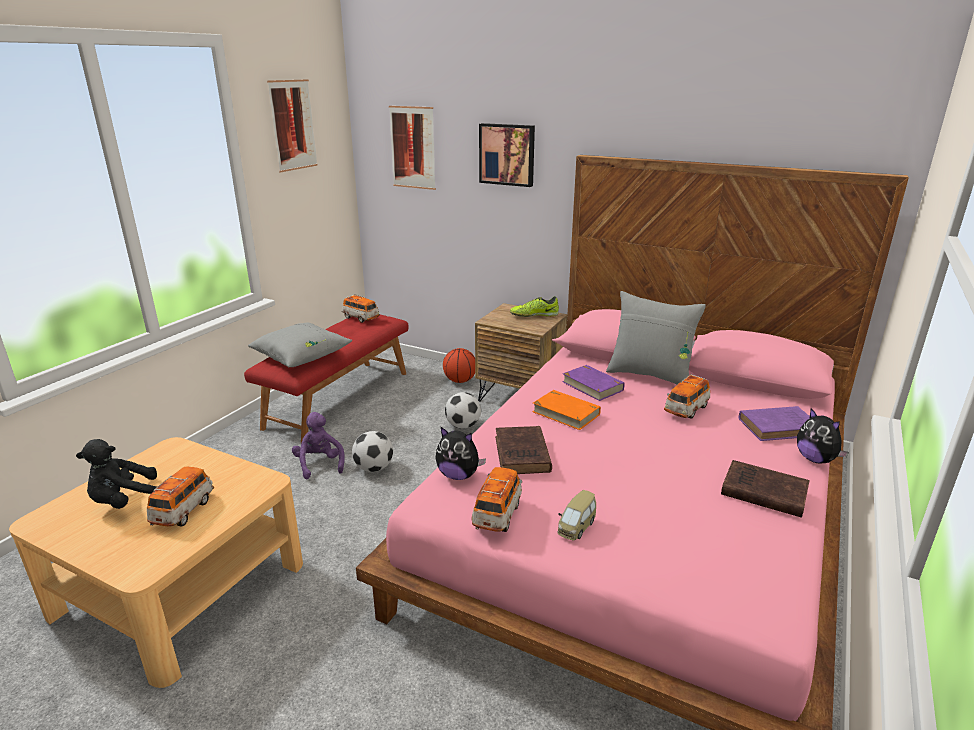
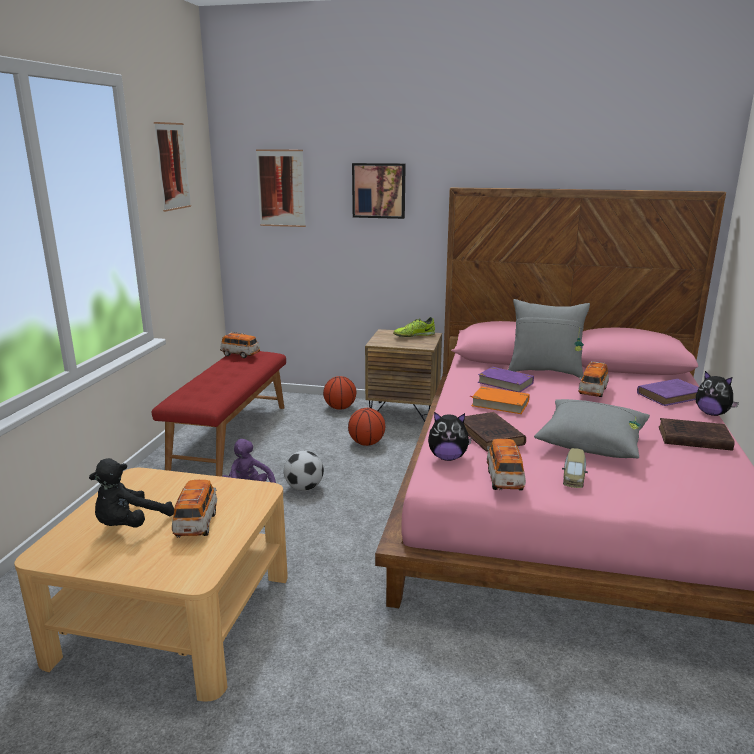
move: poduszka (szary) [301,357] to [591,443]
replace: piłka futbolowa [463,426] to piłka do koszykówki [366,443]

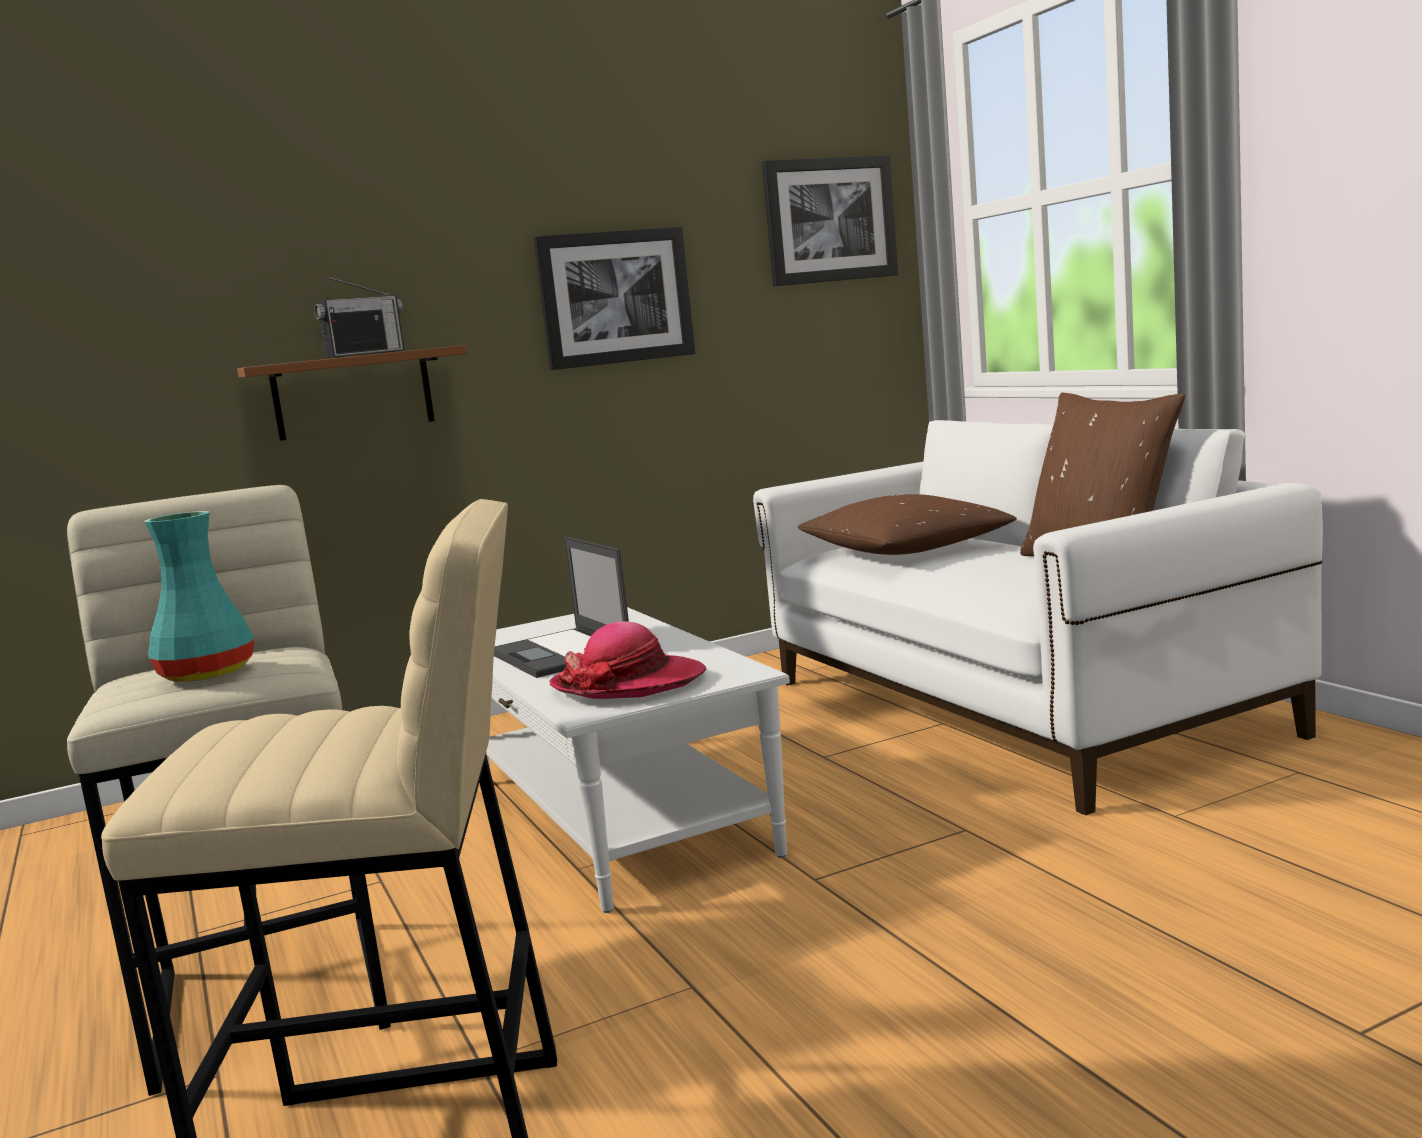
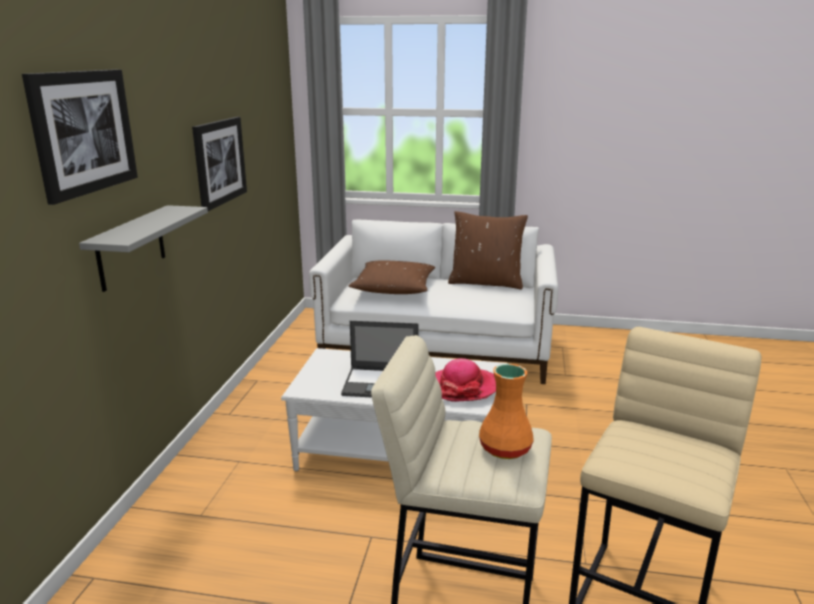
delete: radio [365,354]
move: obraz [830,220] to [83,132]
recolor: wazon (turkusowy) [209,673] to wazon (pomarańczowy) [505,448]; półka (brązowy) [353,394] to półka (szary) [131,247]

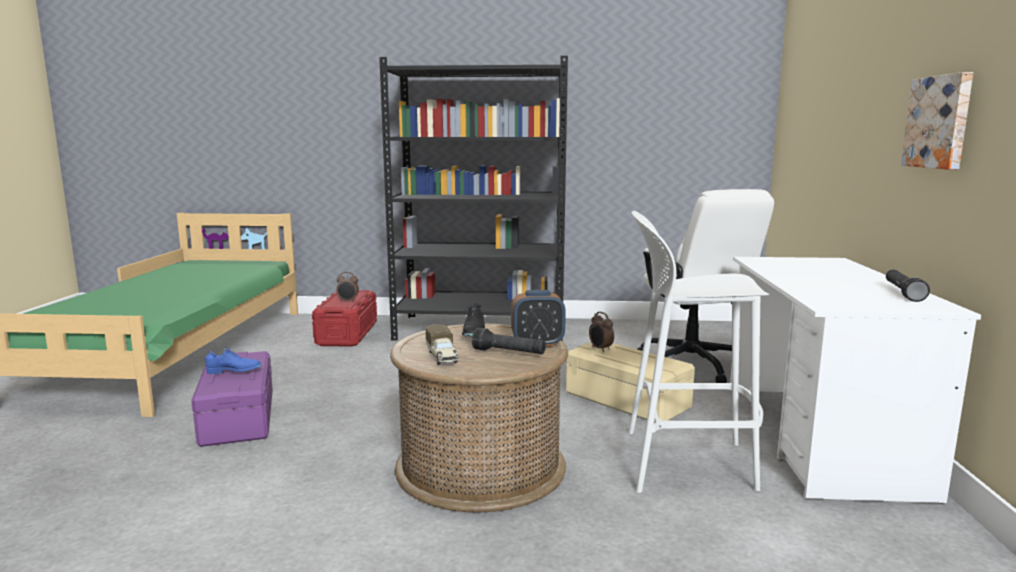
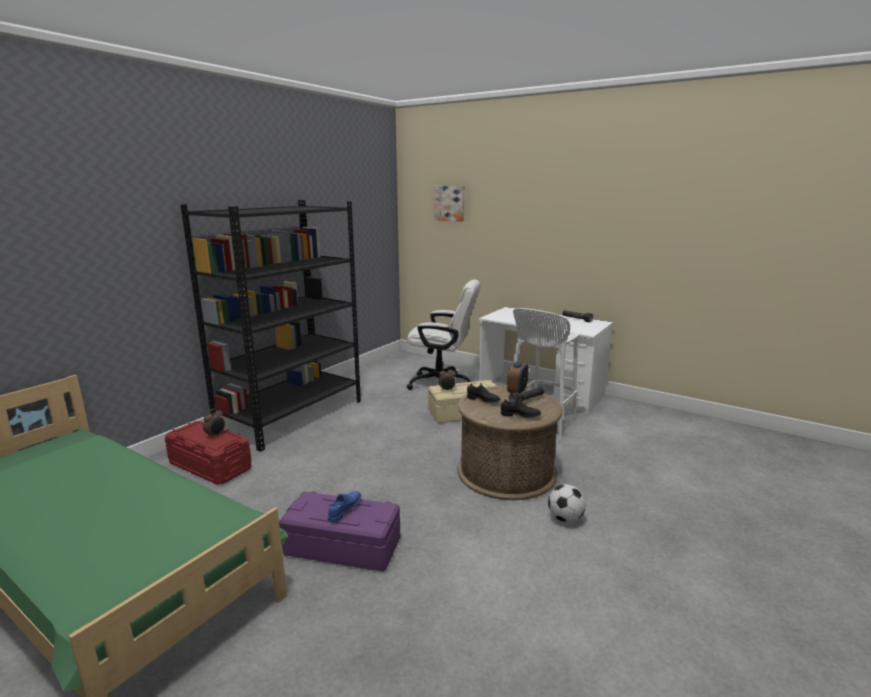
insert: piłka futbolowa [565,518]
move: obraz [940,122] to [450,203]
replace: ciężarówka zabawkowa [442,357] to but (czarny) [520,415]

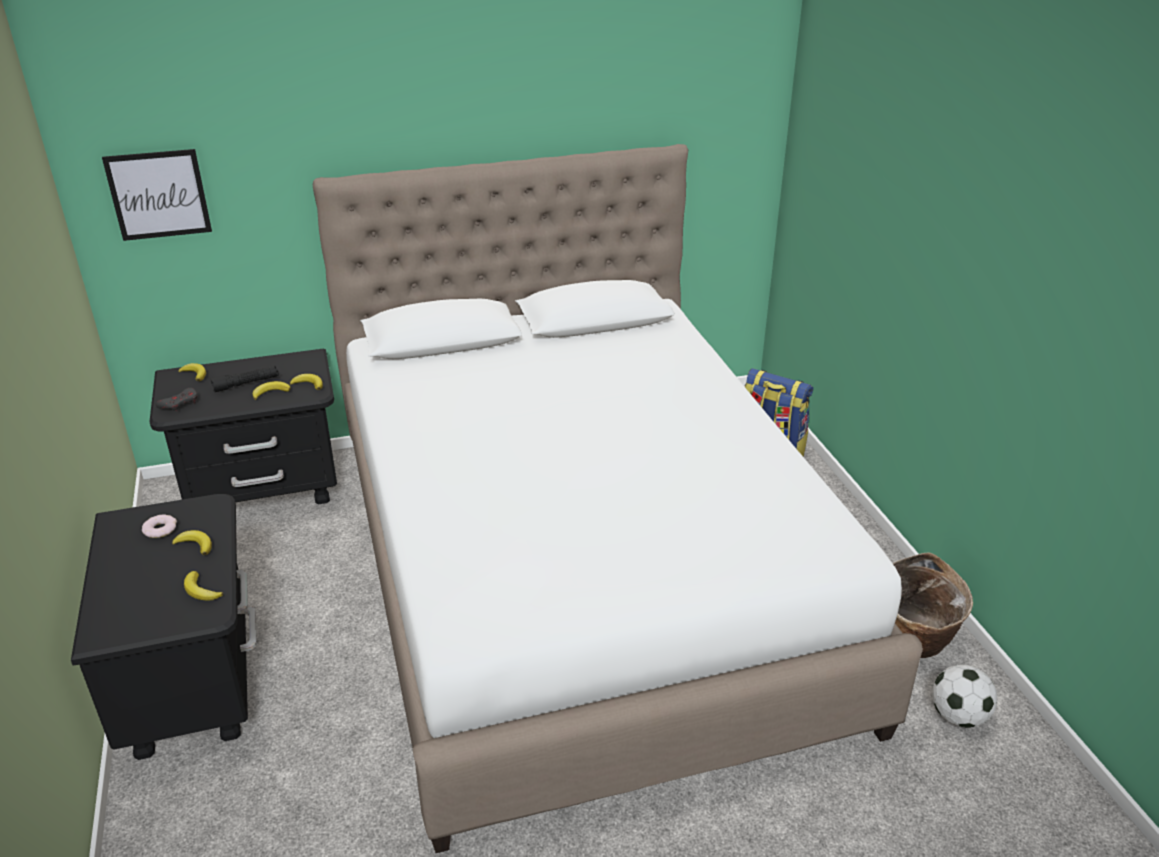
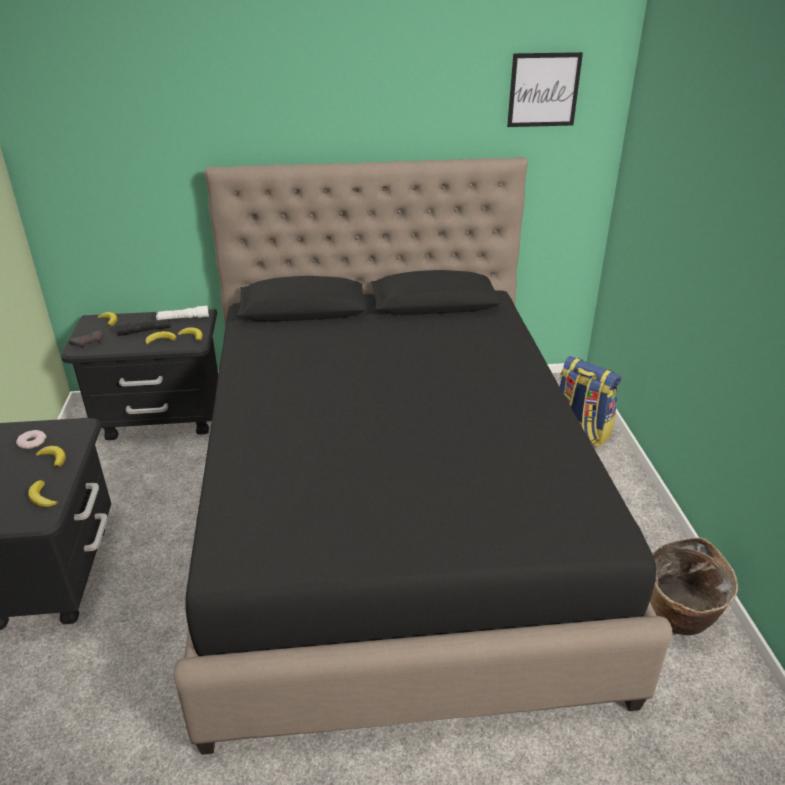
delete: piłka futbolowa [958,716]
insert: latarka (biały) [183,318]
move: obraz [158,194] to [543,90]
recolor: łóżko (biały) [579,570] to łóżko (czarny) [392,514]

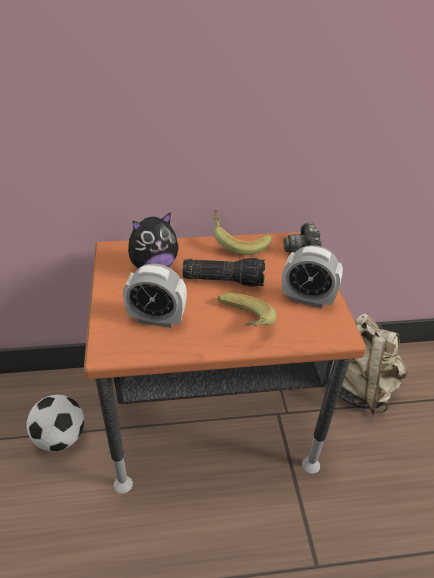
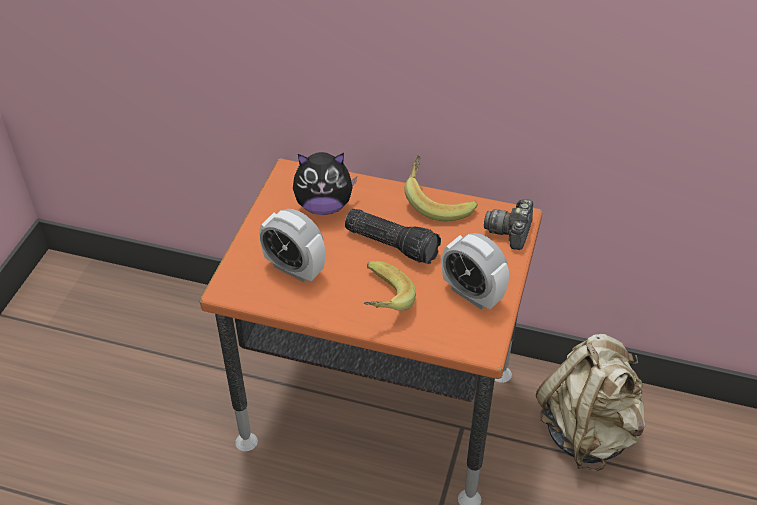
delete: piłka futbolowa [60,438]

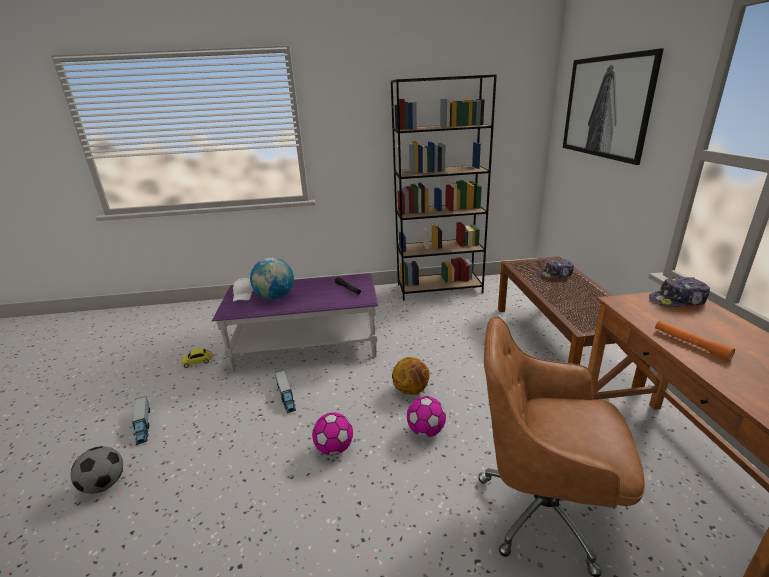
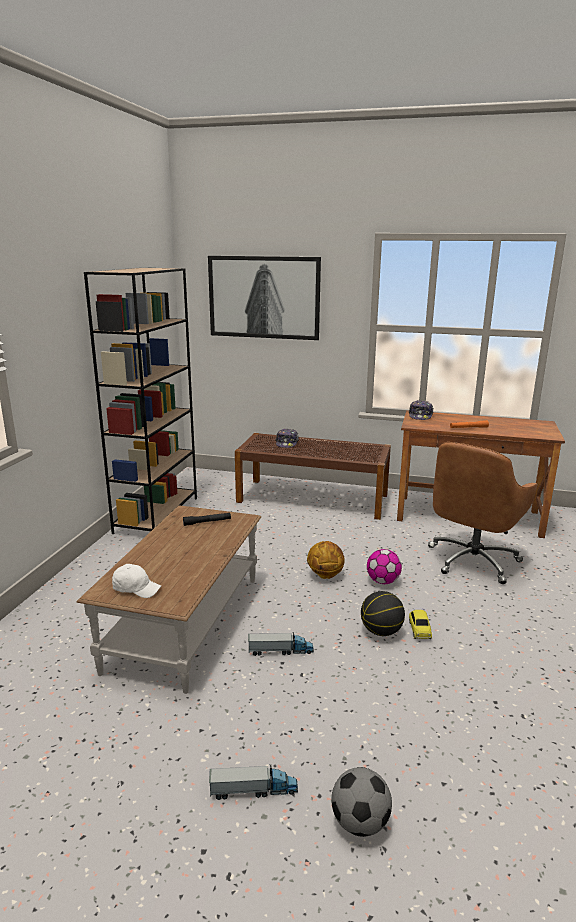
delete: globus [275,297]
move: samochodzik [198,362] to [419,629]
replace: piłka futbolowa [334,448] to piłka do koszykówki [381,631]
recolor: ława (fioletowy) [306,346] to ława (brązowy) [185,622]

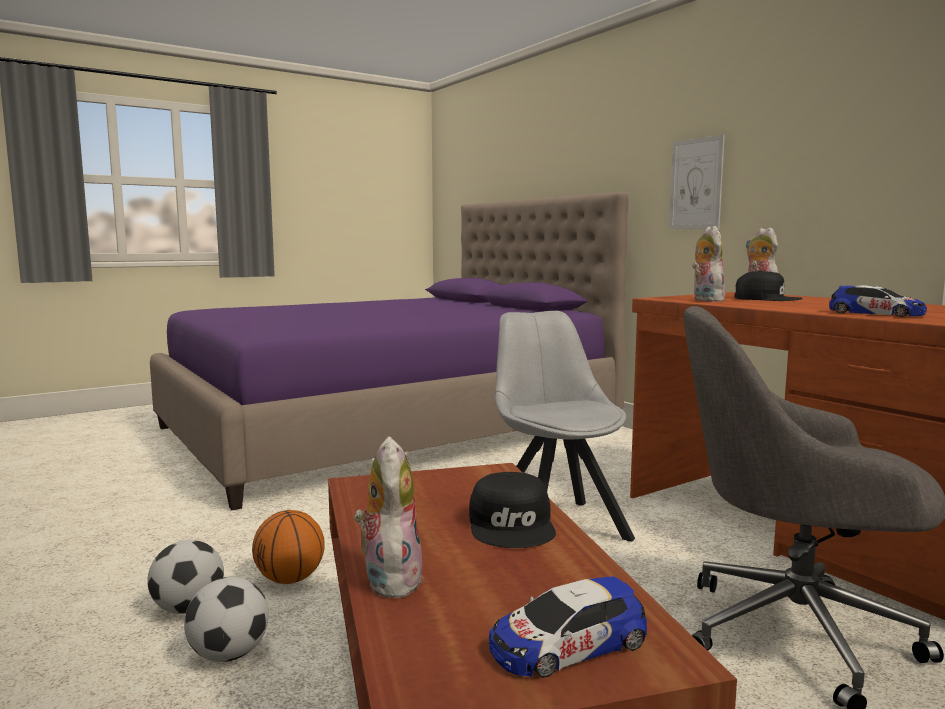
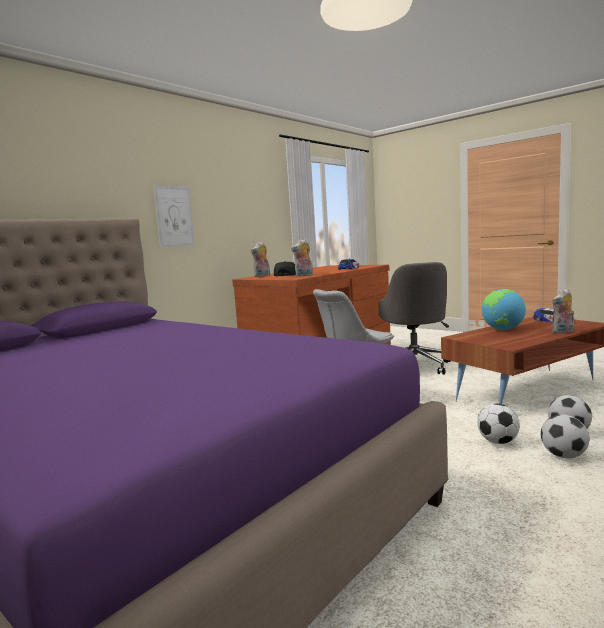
replace: piłka do koszykówki [290,579] to piłka futbolowa [498,442]; czapka z daszkiem (czarny) [513,525] to globus [502,329]

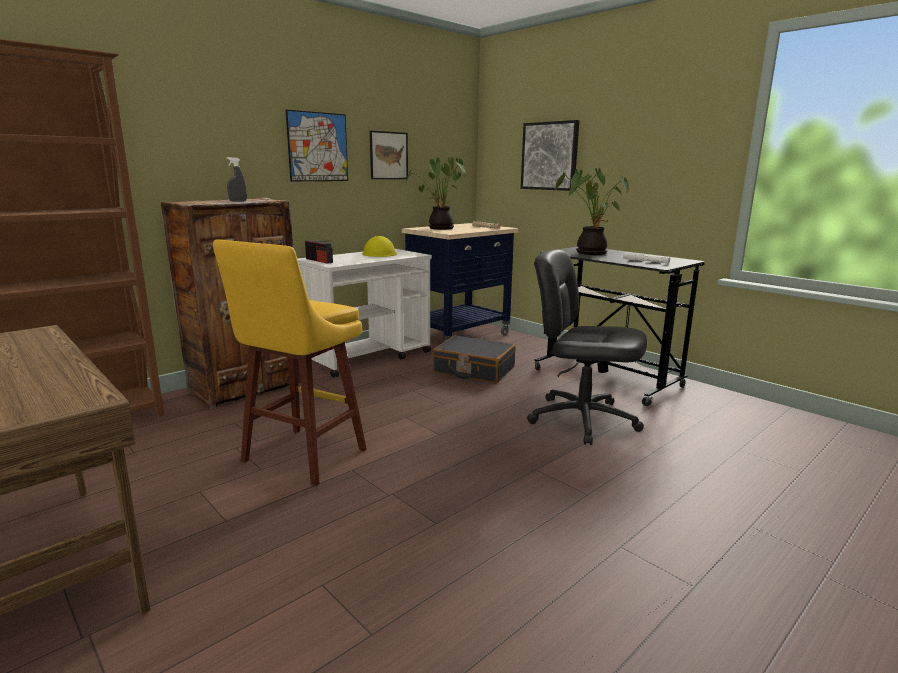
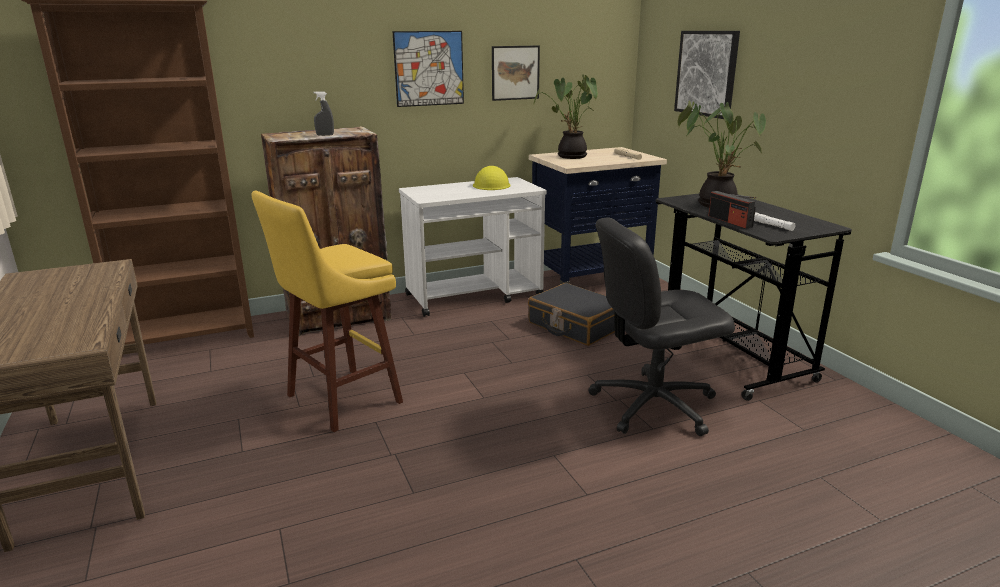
move: radio [319,260] to [730,221]
rotate: krzesło biurowe (czarny) [582,419] = [653,405] 60 degrees counterclockwise

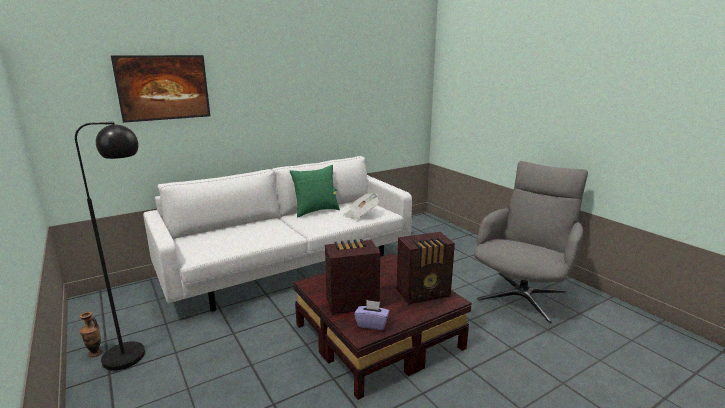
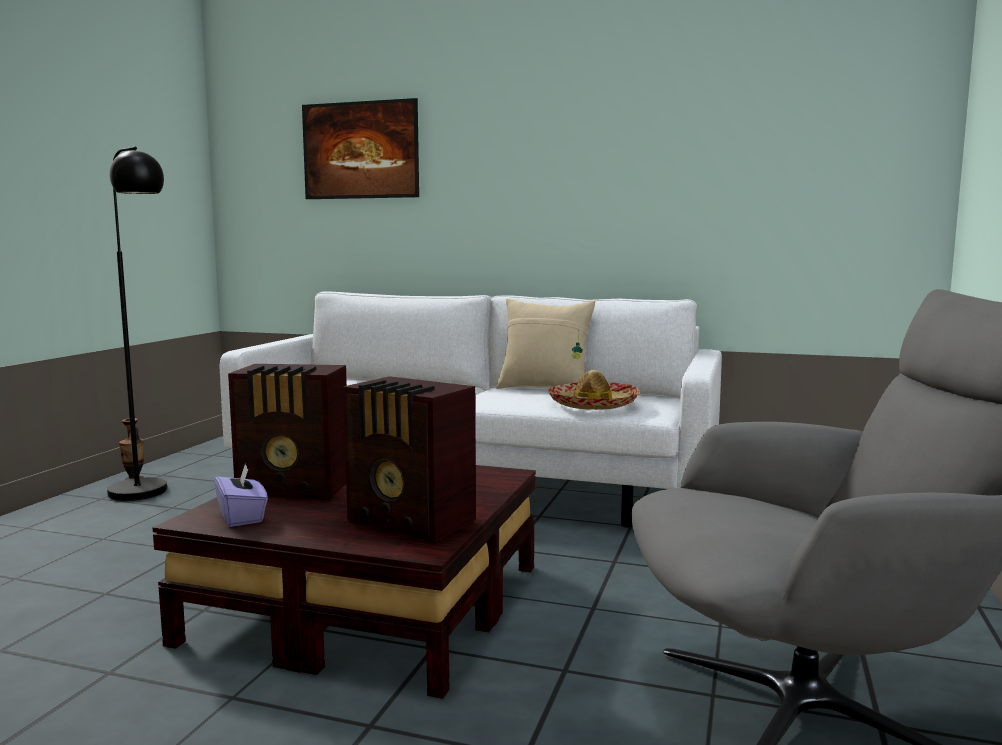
replace: gazeta [361,215] to kapelusz [593,405]
recolor: poduszka (zielony) [316,211] to poduszka (beżowy) [544,390]
rotate: radio [351,303] = [295,490] 150 degrees clockwise

